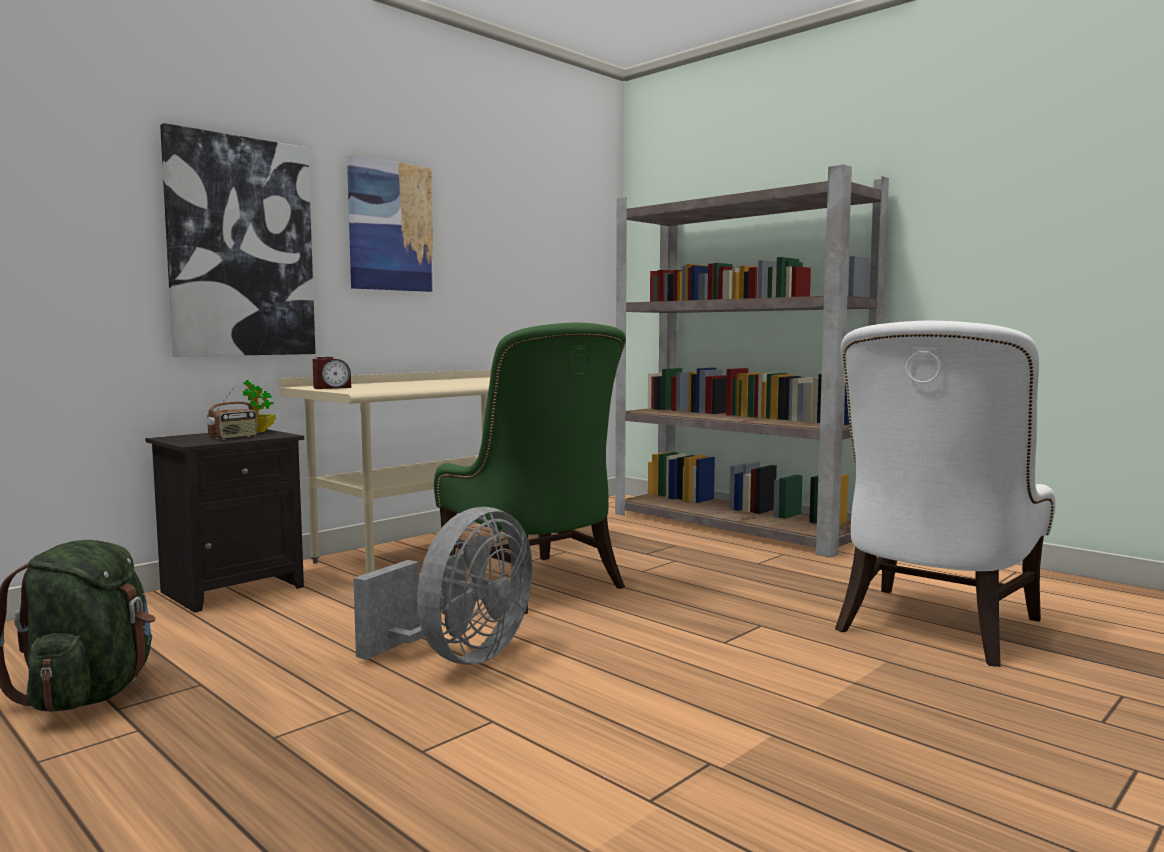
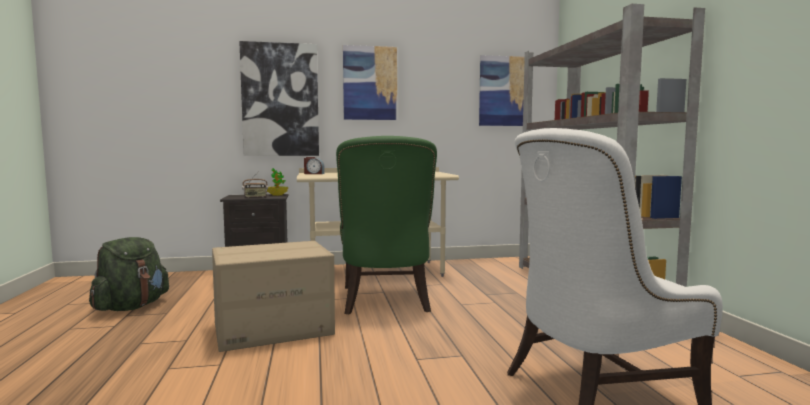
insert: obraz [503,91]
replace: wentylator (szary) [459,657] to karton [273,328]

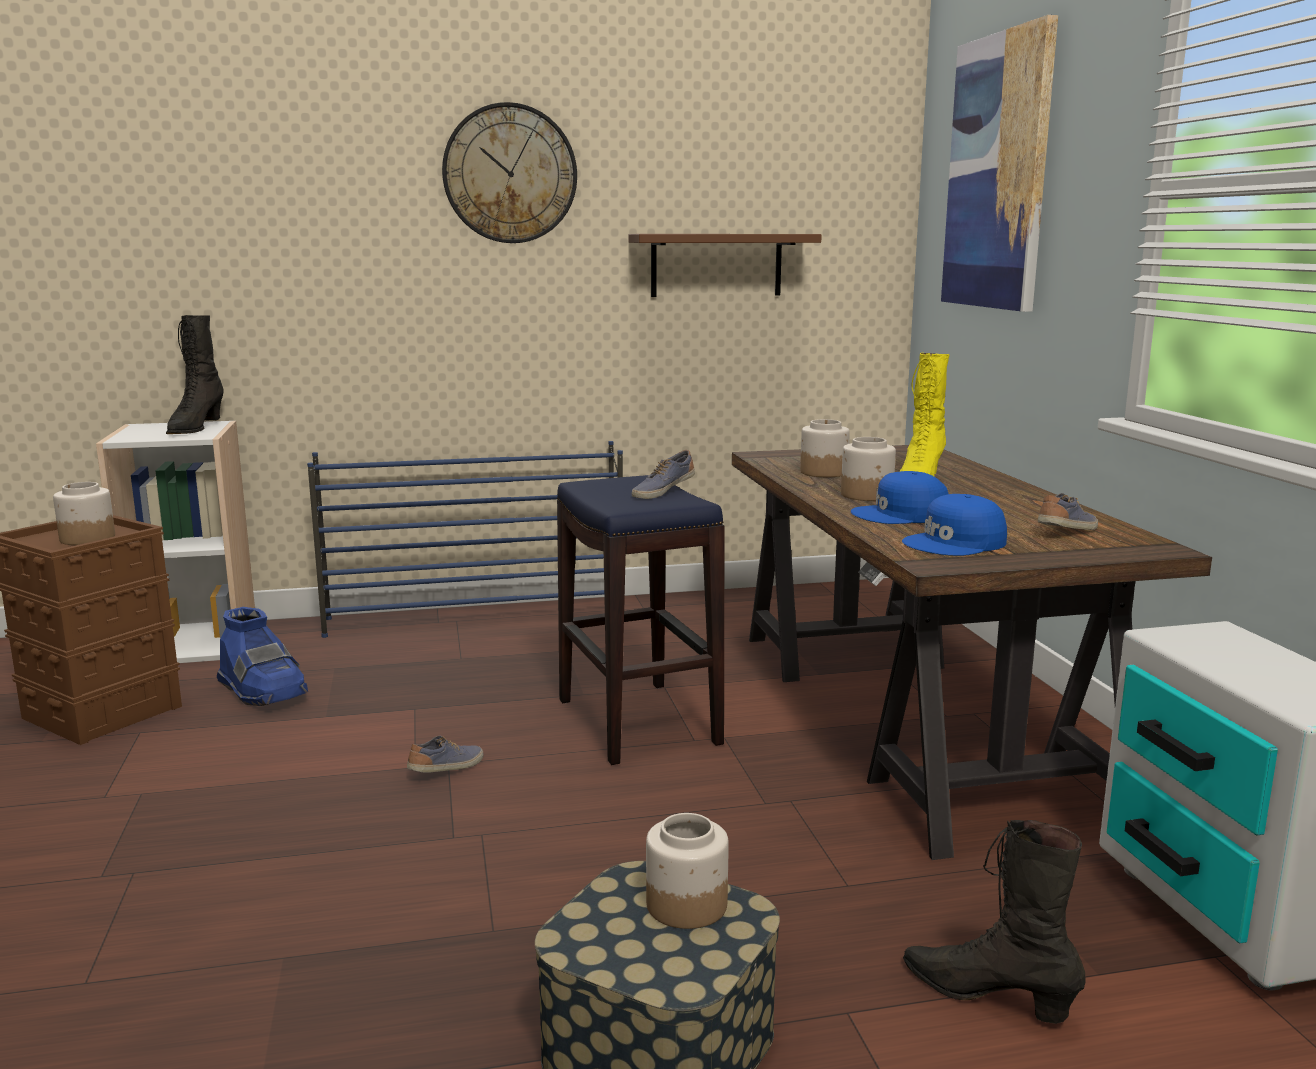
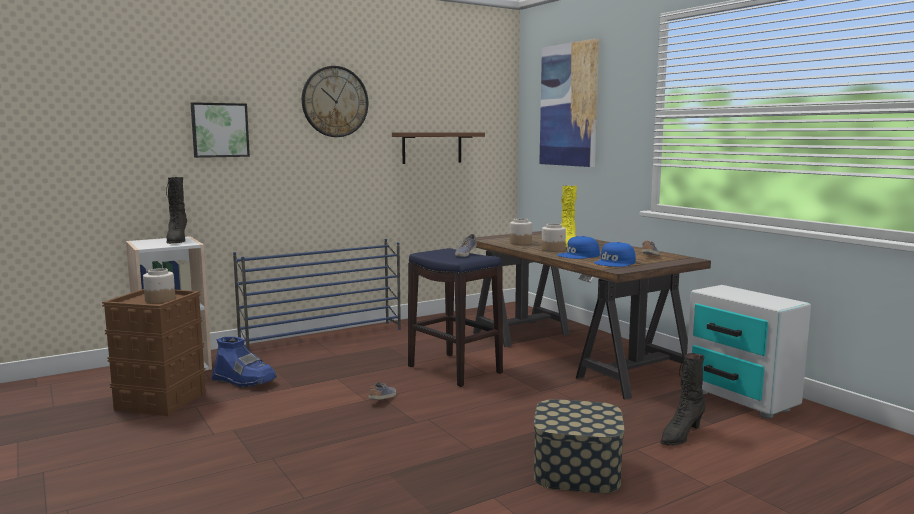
delete: słoik [685,905]
insert: obraz [219,130]
rotate: but z cholewką (czarny) [987,996] = [680,436] 60 degrees counterclockwise

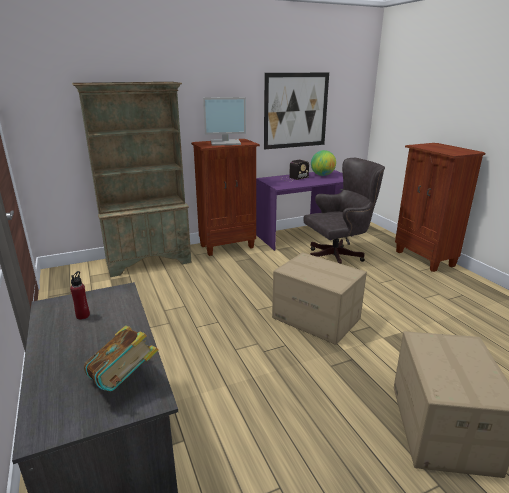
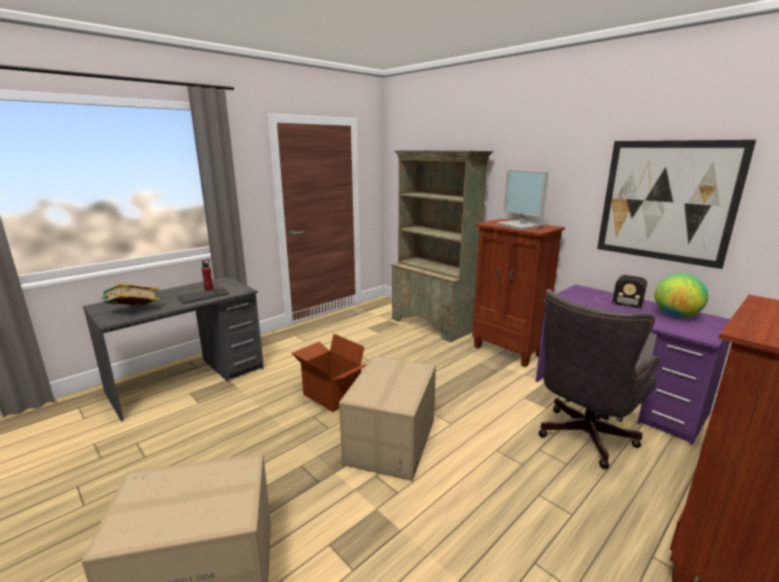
insert: klawiatura [204,297]; karton [331,395]
rotate: krzesło biurowe (szary) [337,257] = [583,438] 90 degrees clockwise

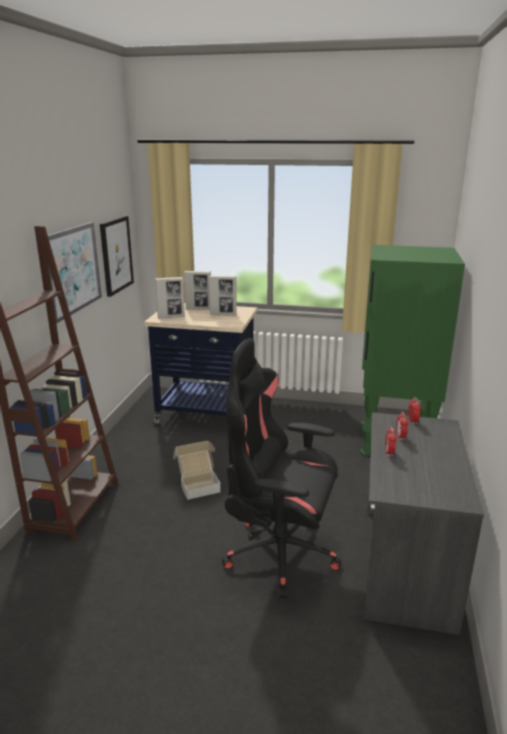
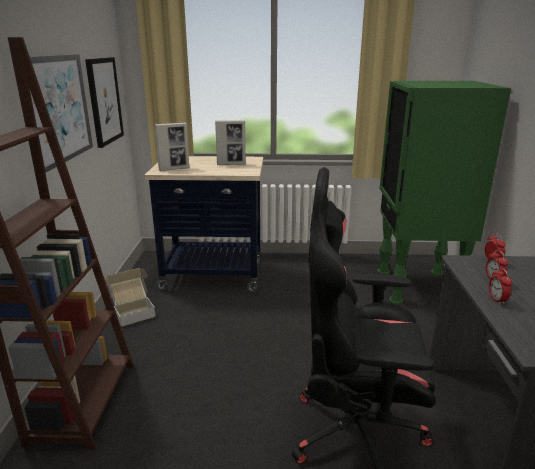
delete: ramka na zdjęcie [198,309]
move: karton [198,484] to [132,312]

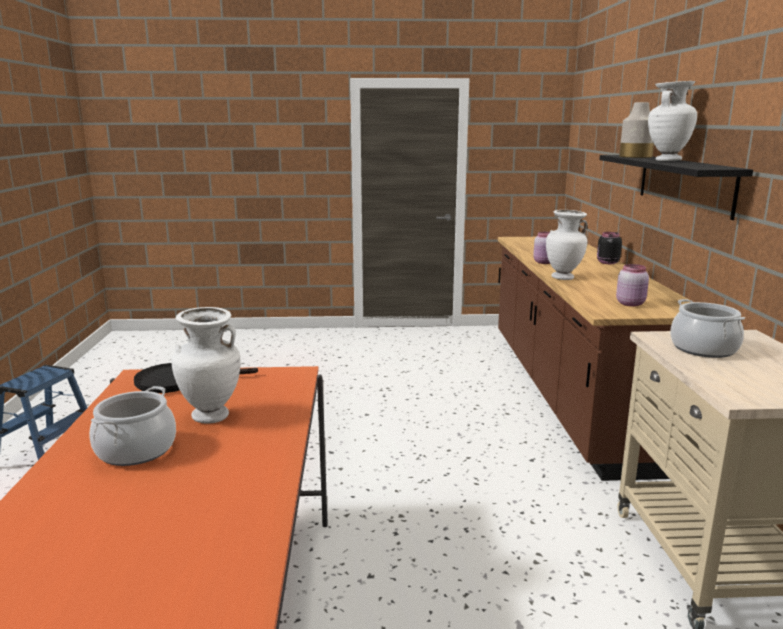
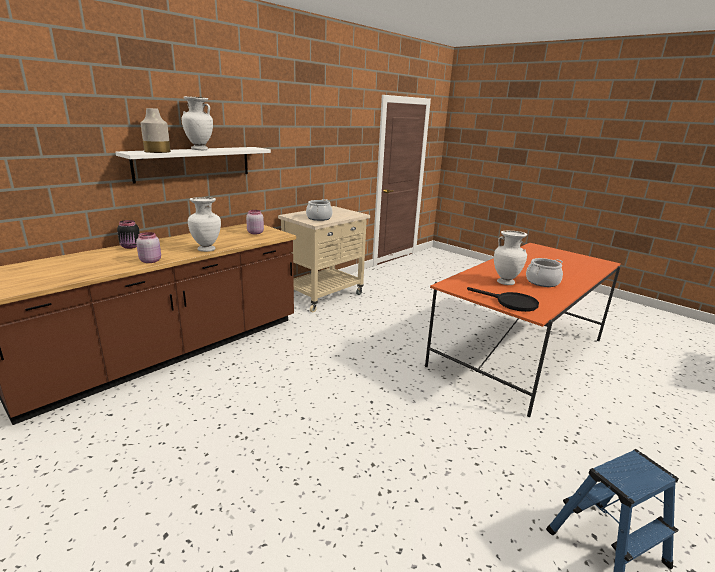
recolor: półka (czarny) [684,183] to półka (biały) [194,163]

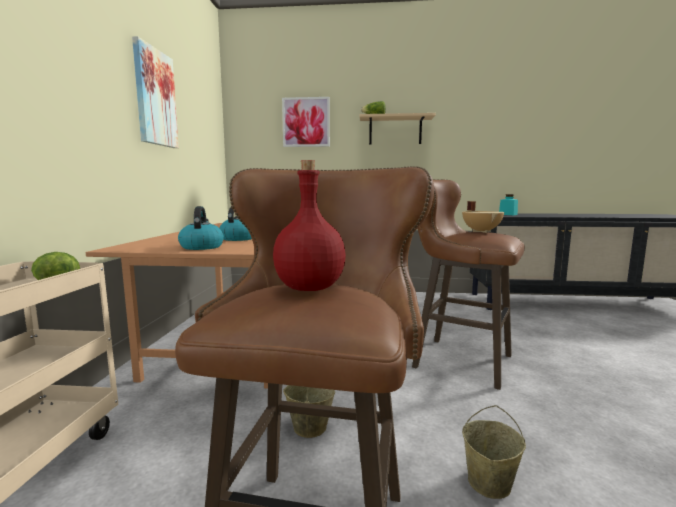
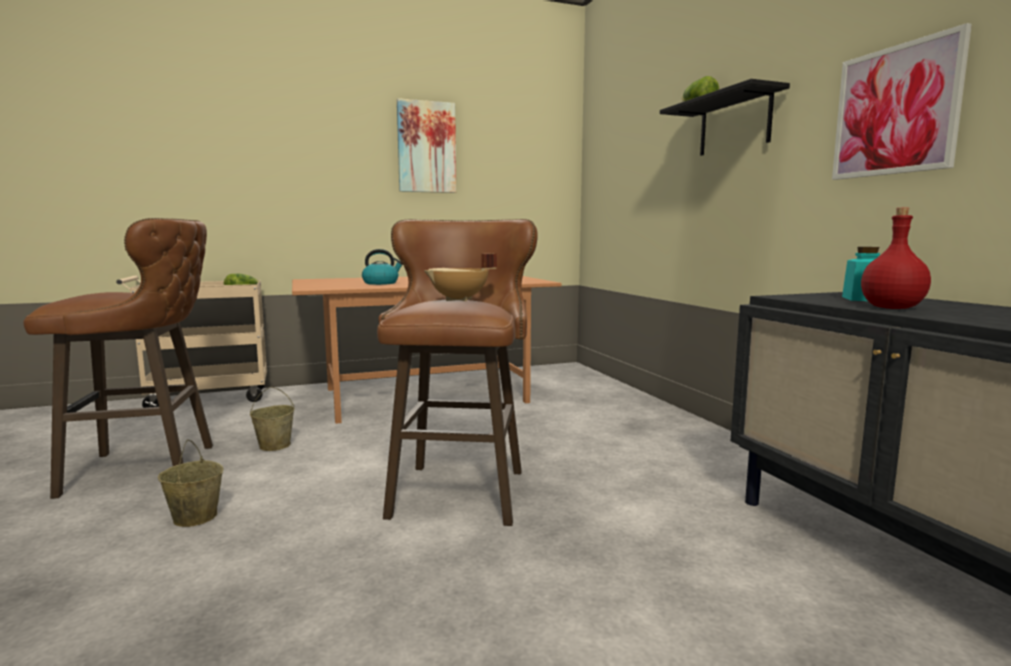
delete: czajnik [201,247]
move: butelka (czerwony) [308,288] to [891,308]; obraz [306,122] to [896,110]
recolor: półka (beżowy) [395,131] to półka (czarny) [734,124]

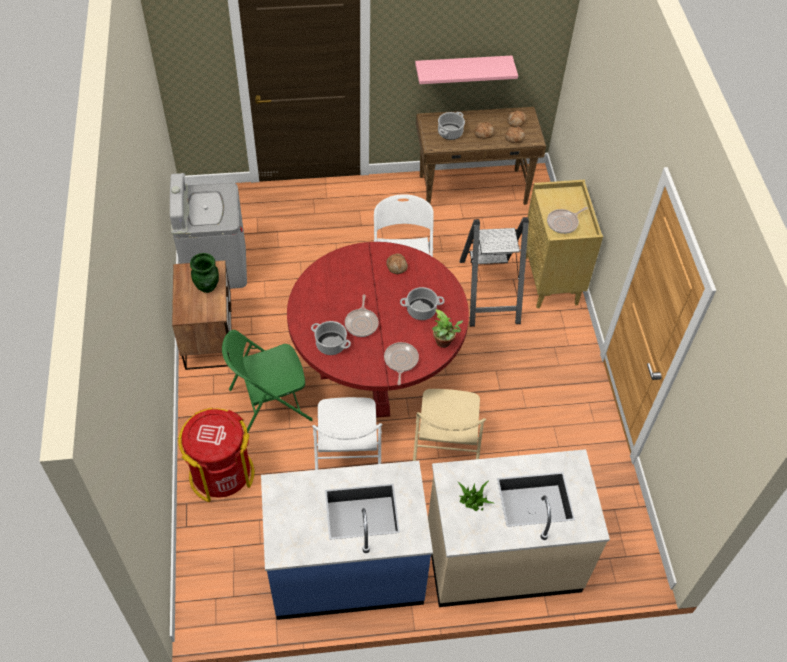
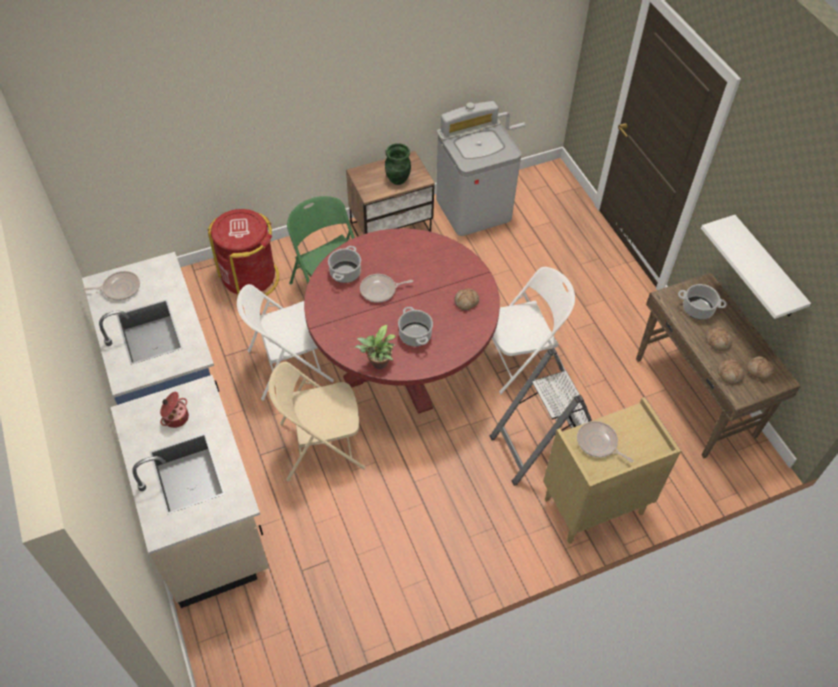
move: patelnia [400,361] to [119,288]
replace: roślina doniczkowa [473,500] to garnek [175,417]
recolor: półka (różowy) [462,69] to półka (biały) [766,269]

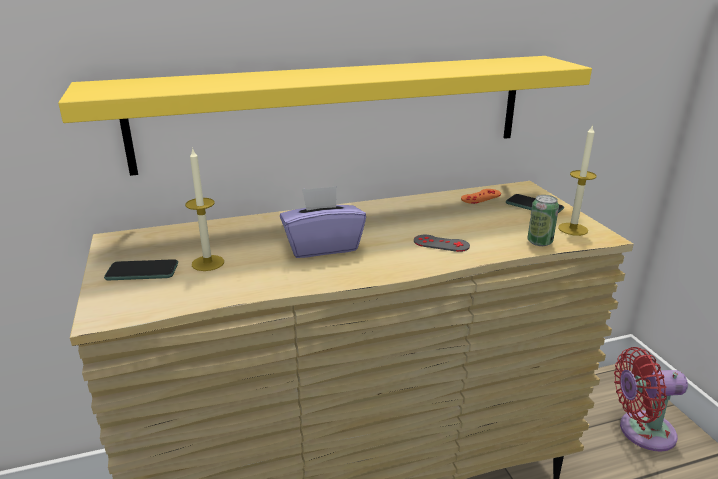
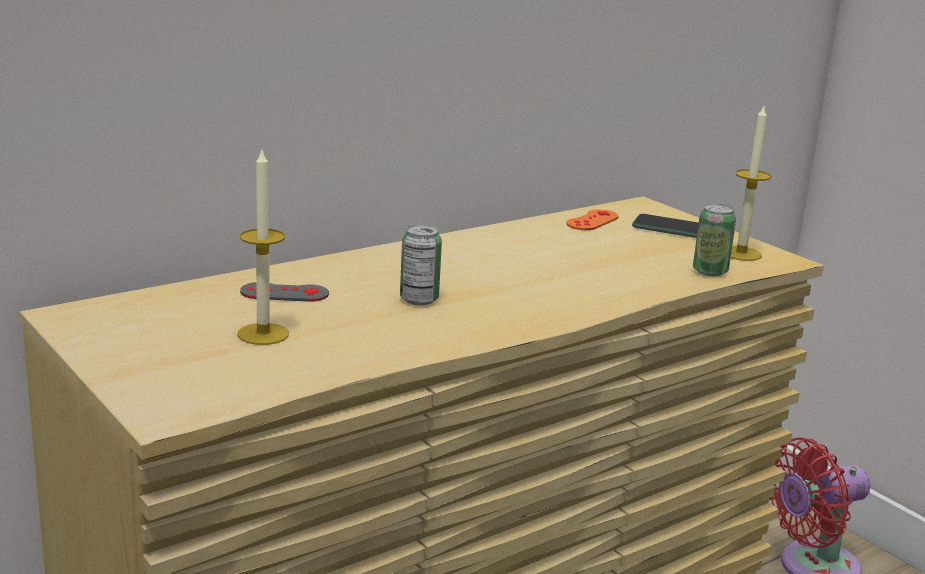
delete: półka (żółty) [336,112]; telefon [142,271]
move: pad do gier (szary) [441,243] to [284,293]
replace: pudełko chusteczek (fioletowy) [322,246] to puszka [419,299]

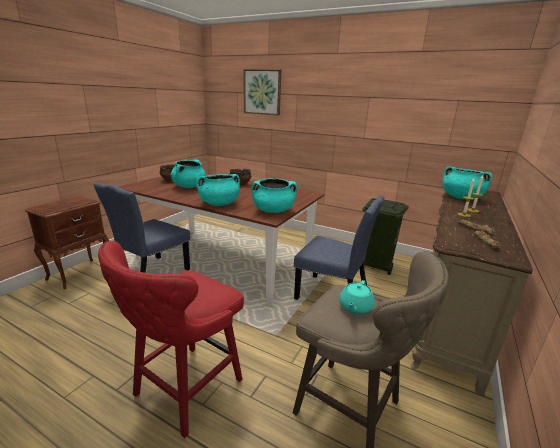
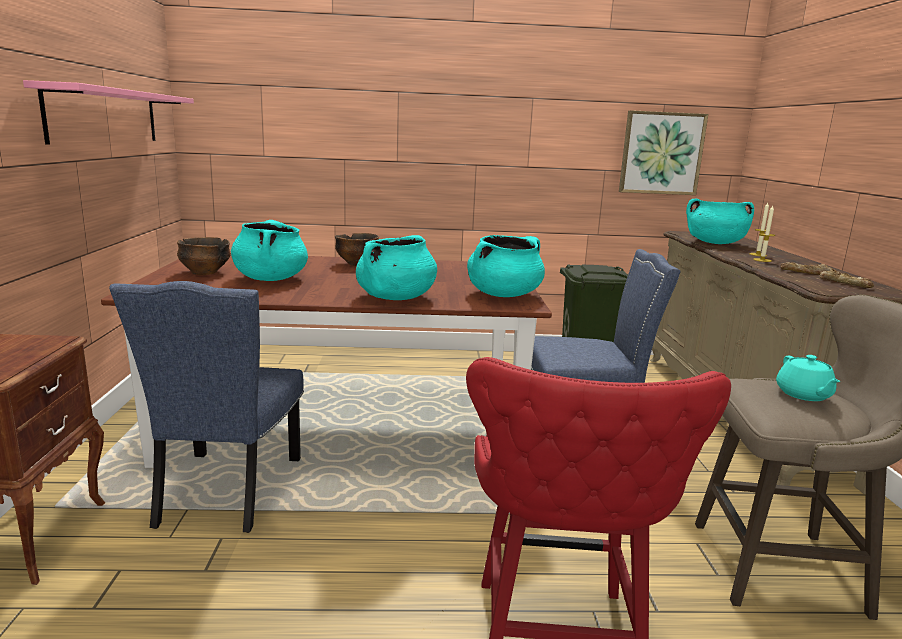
insert: półka (różowy) [105,116]
move: obraz [262,92] to [661,153]

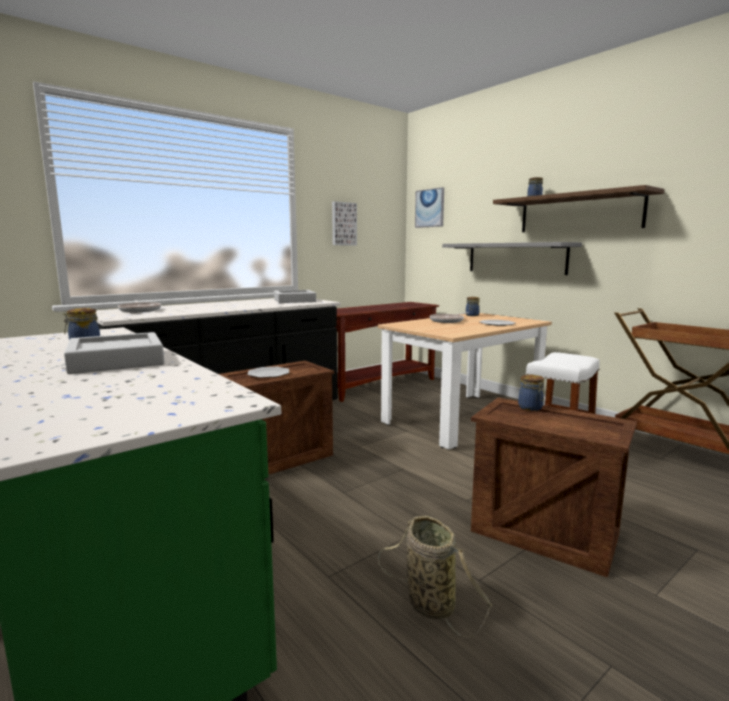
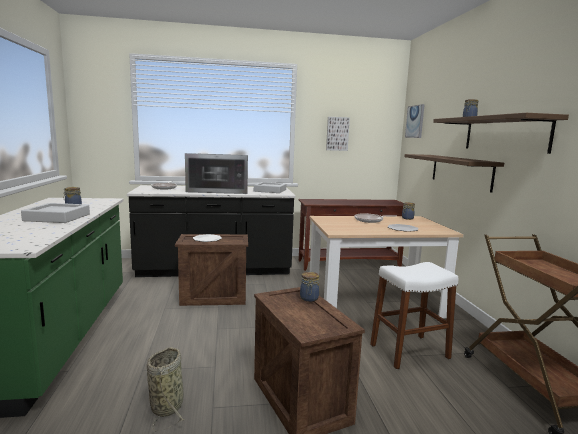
insert: mikrofalówka [218,190]
recolor: półka (szary) [515,258] to półka (brązowy) [460,171]

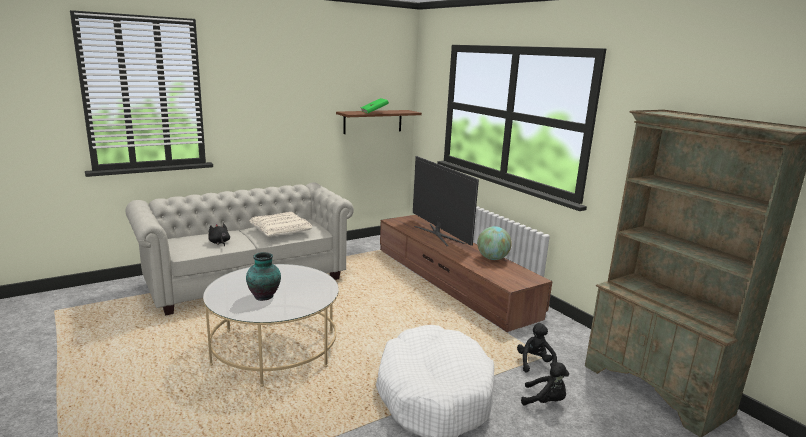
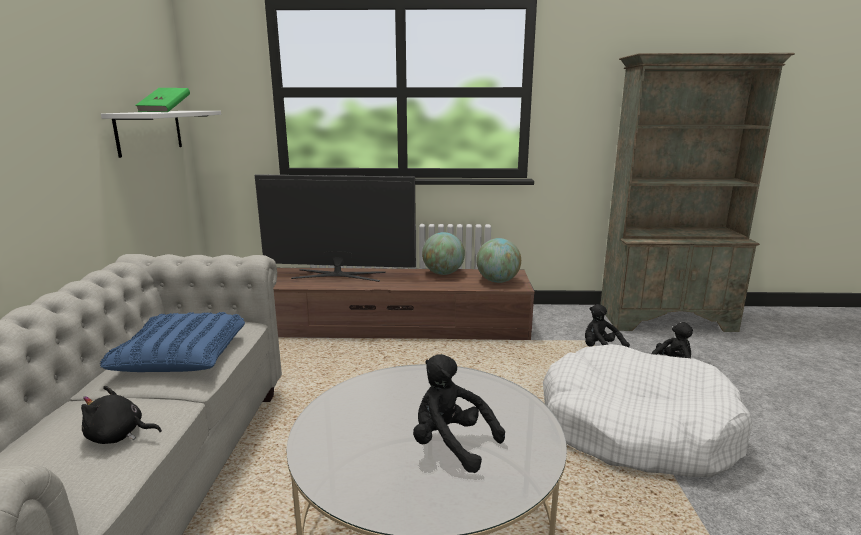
insert: globus [498,281]
replace: wazon [265,296] to pluszak (czarny) [451,444]
recolor: poduszka (beżowy) [280,231] to poduszka (niebieski) [182,355]; półka (brązowy) [373,121] to półka (biały) [149,132]

